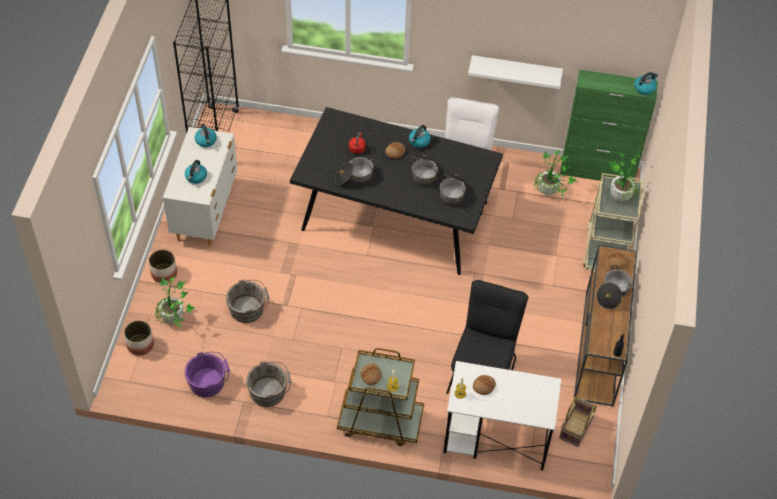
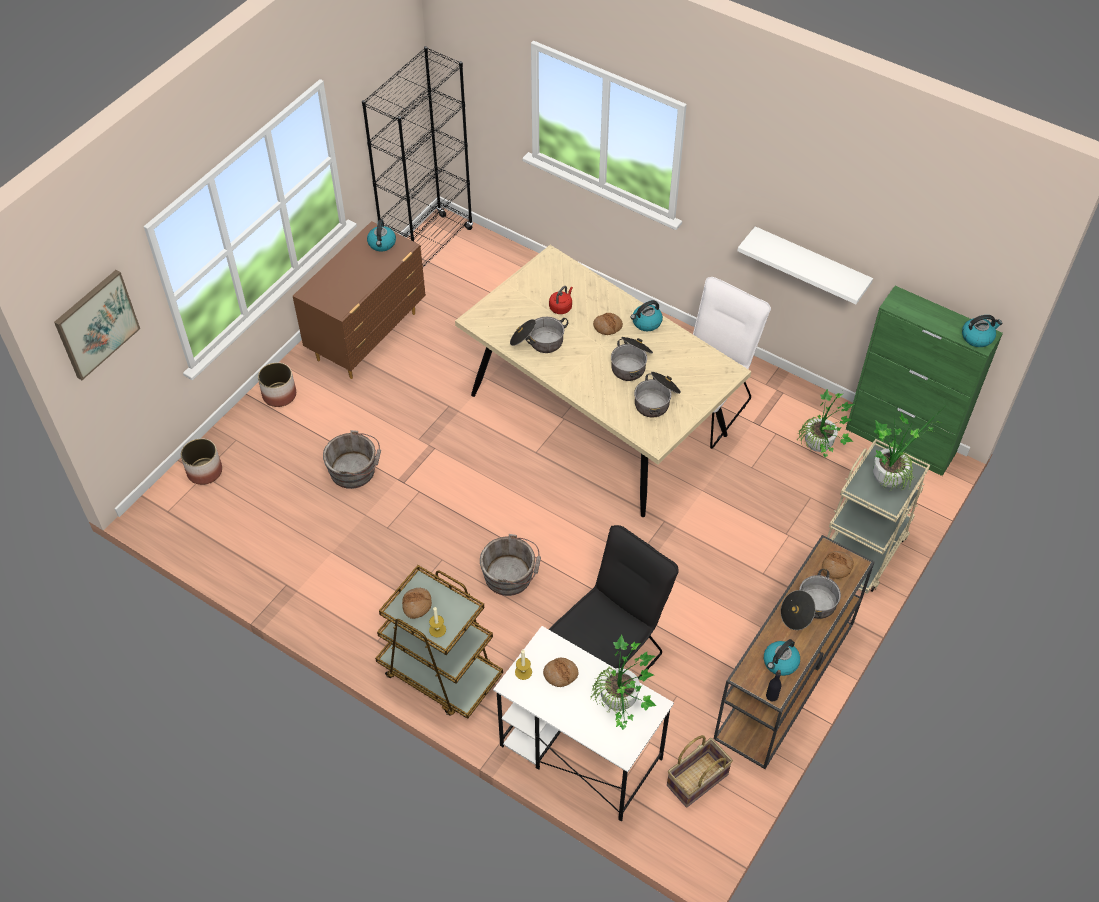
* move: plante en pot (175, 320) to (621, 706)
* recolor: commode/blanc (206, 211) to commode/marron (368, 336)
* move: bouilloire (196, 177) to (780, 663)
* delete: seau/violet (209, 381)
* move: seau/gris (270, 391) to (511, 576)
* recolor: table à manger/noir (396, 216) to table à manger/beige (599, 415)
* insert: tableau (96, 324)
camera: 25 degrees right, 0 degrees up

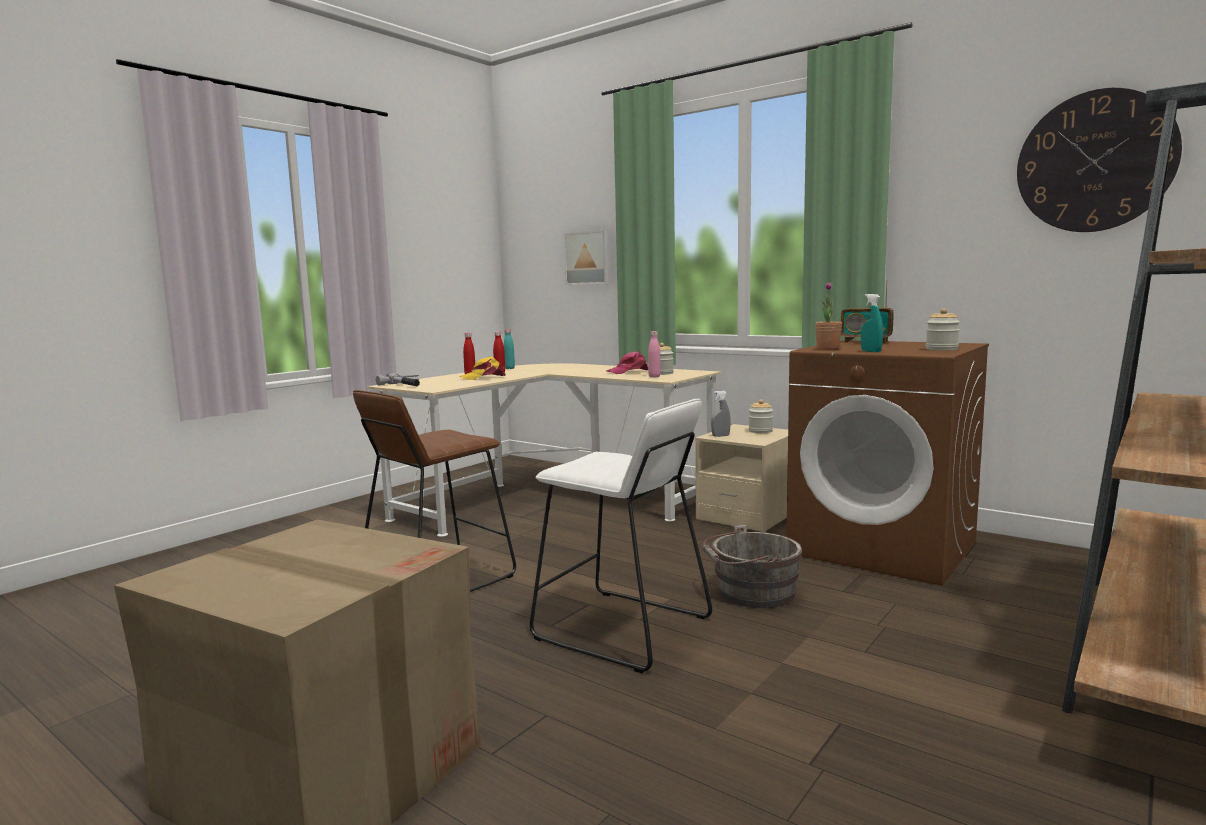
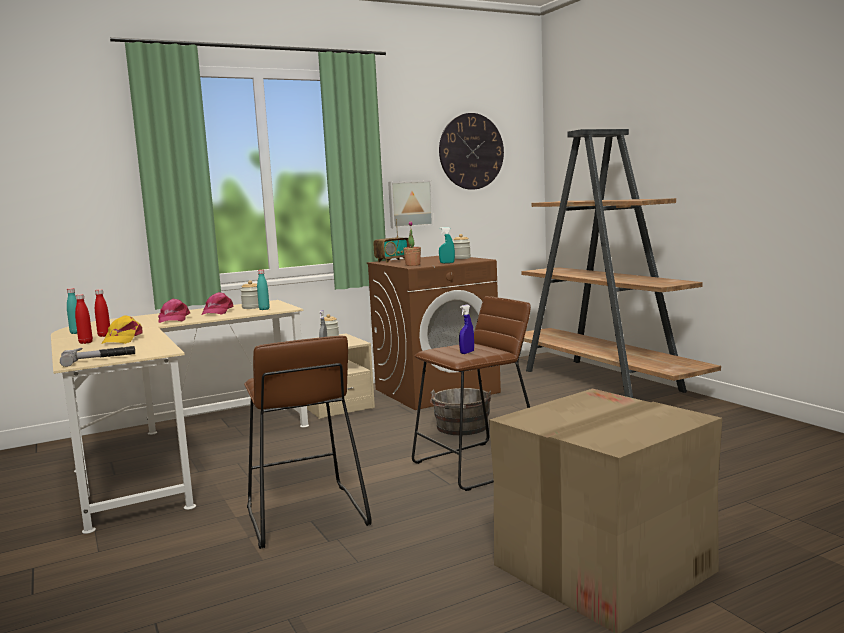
* recolor: tabouret/blanc (621, 629) to tabouret/marron (476, 465)
* move: tableau (588, 258) to (409, 204)
* recolor: bouteille/rose (654, 376) to bouteille/turquoise (264, 309)
* insert: casquette/rose (173, 319)
* insert: vaporisateur/bleu (467, 352)
camera: 65 degrees left, 0 degrees up

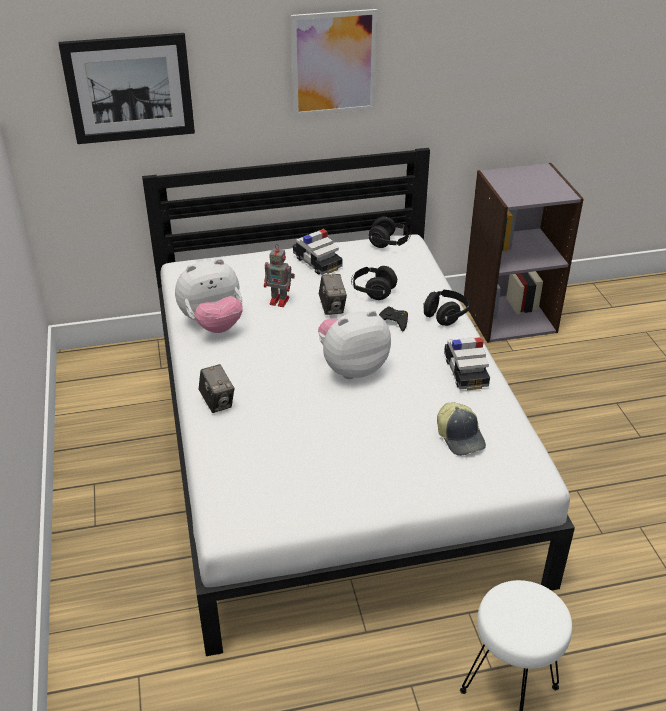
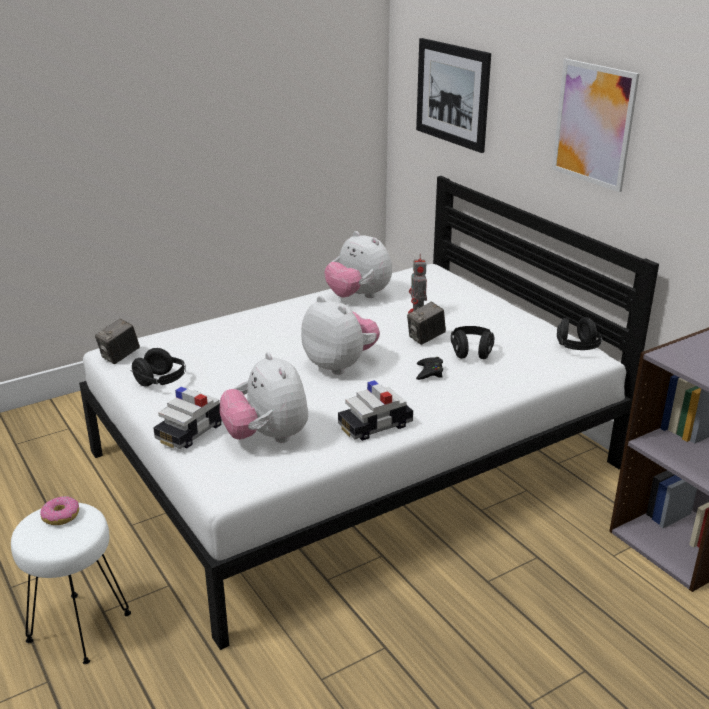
* move: appareil photo (217, 402) to (120, 357)
* move: petite voiture (317, 262) to (191, 431)
* move: casque audio/noir (445, 315) to (161, 382)
* replace: casquette (460, 437) to peluche (267, 437)
* insert: beignet (61, 516)
camera: 70 degrees right, 10 degrees down

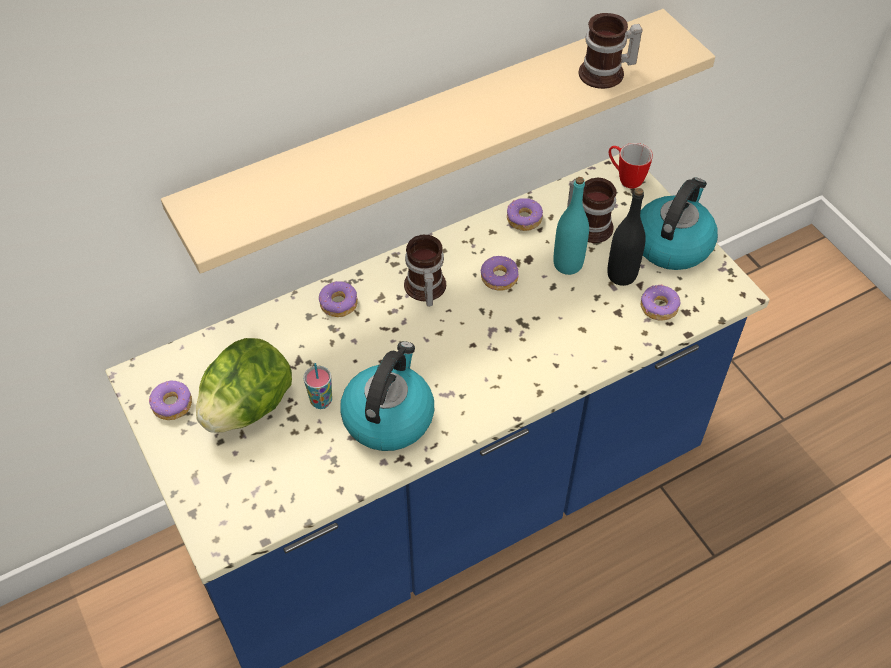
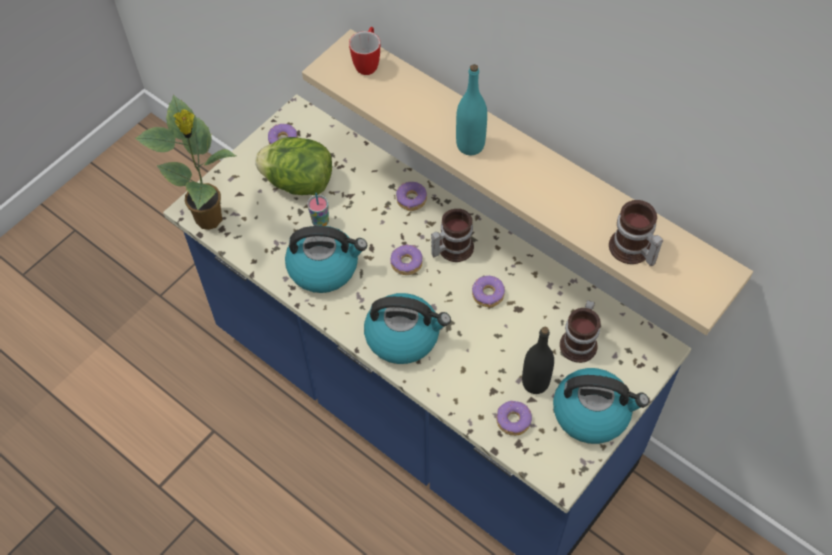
* move: beignet (524, 219) to (406, 263)
* move: bouteille/turquoise (568, 264) to (470, 145)
* move: mug (625, 178) to (368, 63)
* insert: plante en pot (210, 219)
* insert: bouilloire (404, 336)
camera: 70 degrees right, 5 degrees up

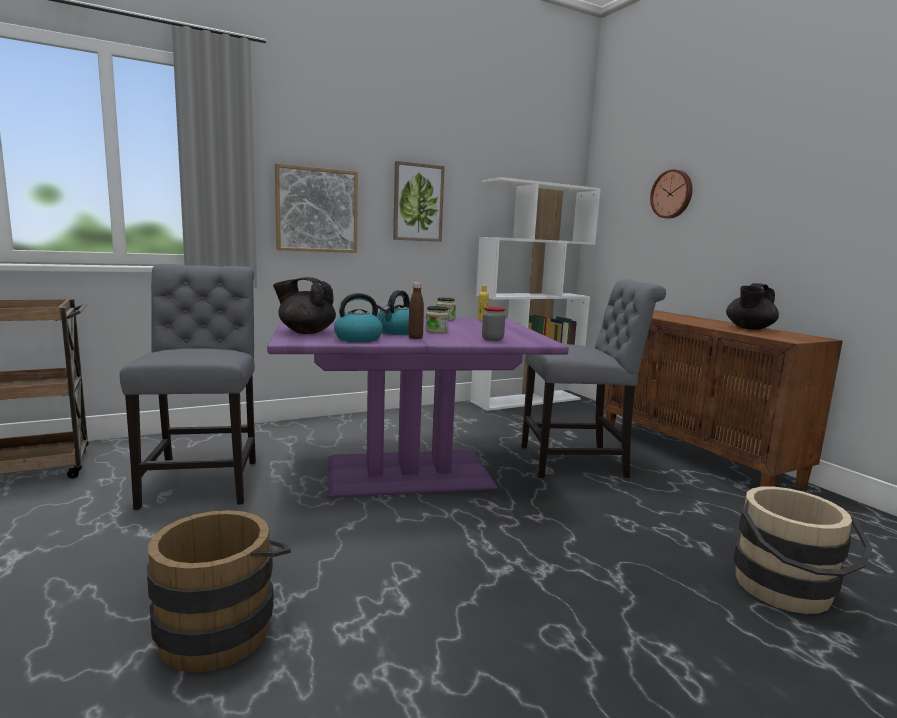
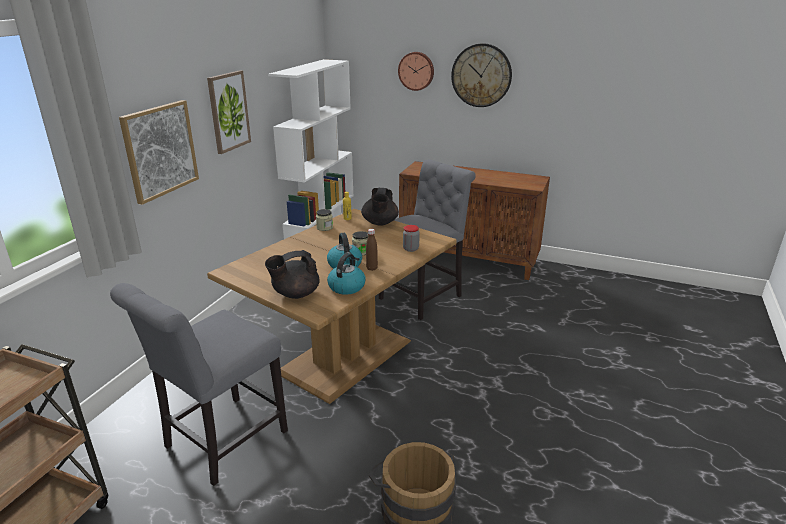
* rotate: chaise/gris (204, 480) = (221, 442) 90 degrees counterclockwise
* recolor: table à manger/violet (407, 472) to table à manger/marron (344, 356)
* move: théière/noir (749, 328) to (380, 223)
* delete: seau/beige (787, 592)
* insert: horloge murale (481, 75)
camera: 40 degrees left, 15 degrees up

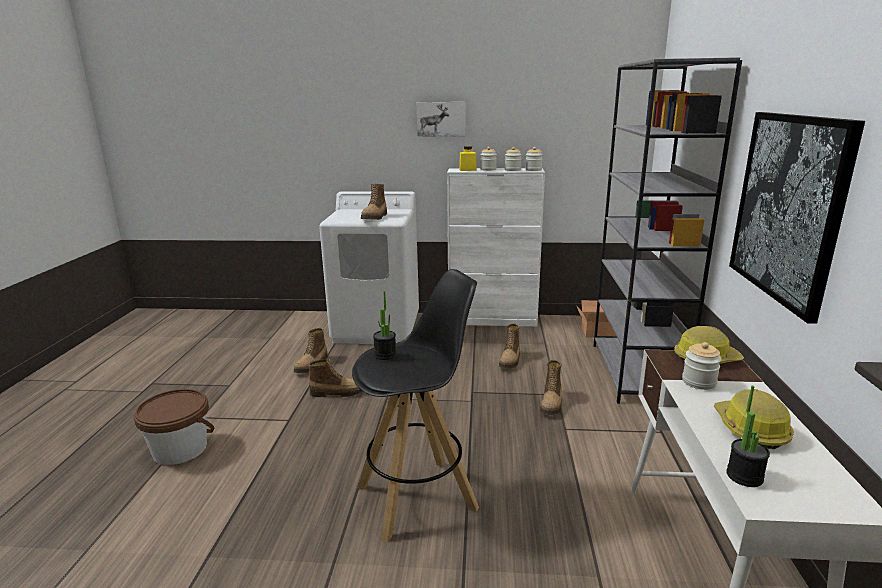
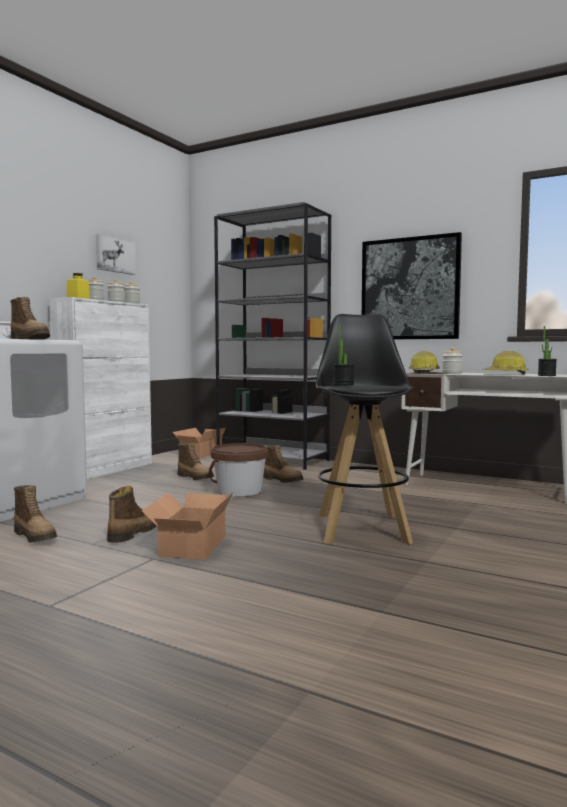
* move: seau/marron (180, 449) to (239, 491)
* move: tableau (441, 119) to (114, 255)
* insert: carton (189, 546)
camera: 65 degrees left, 15 degrees down

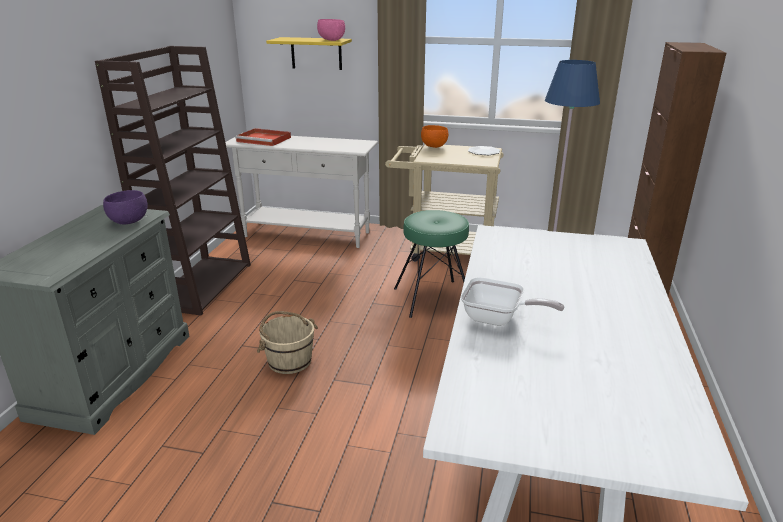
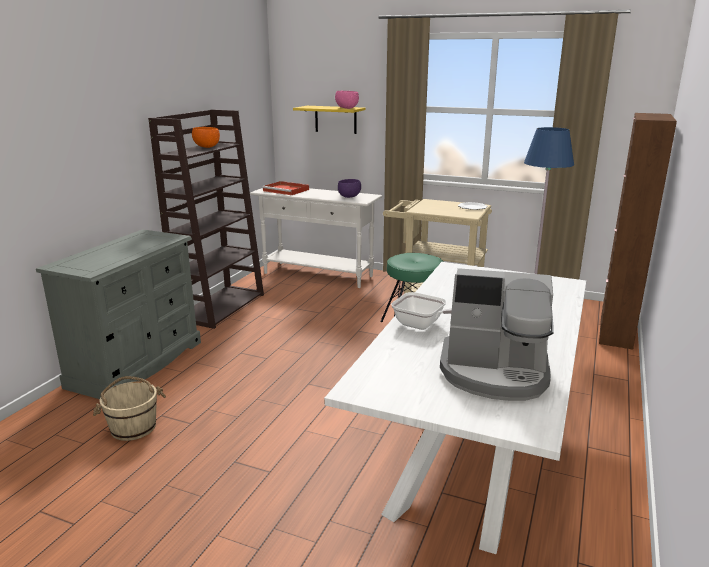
* move: bol/violet (129, 221) to (349, 197)
* move: seau/beige (289, 360) to (133, 427)
* move: bol/orange (434, 146) to (207, 147)
* insert: machine à café (494, 372)
camera: 10 degrees right, 5 degrees down

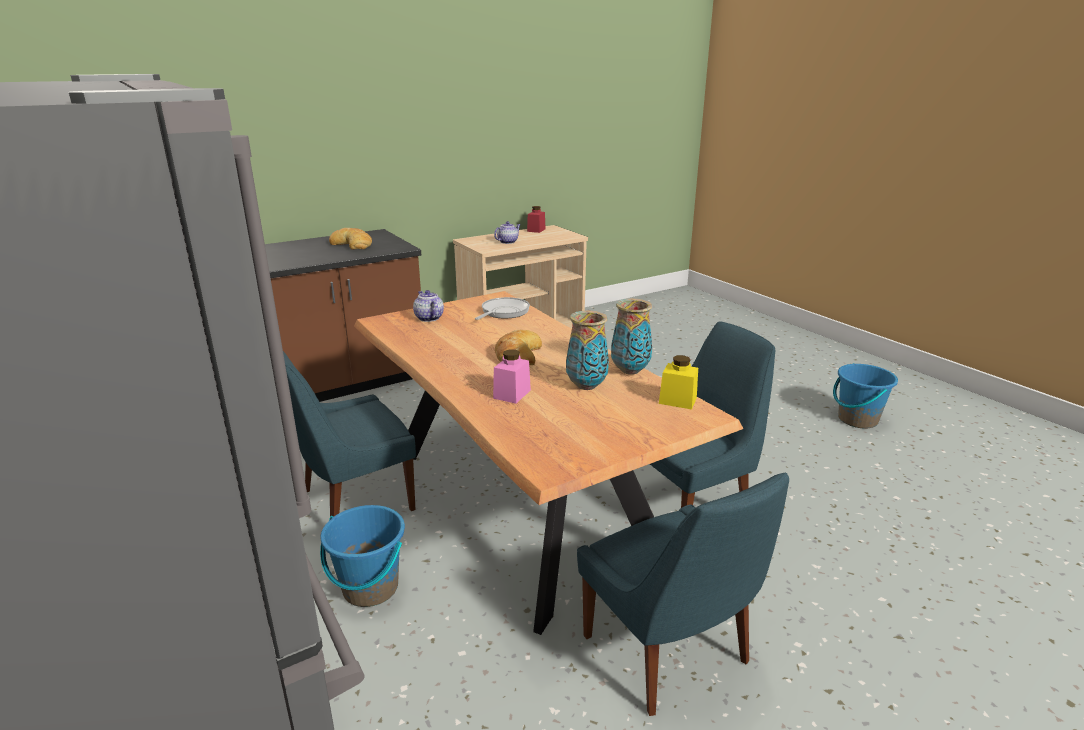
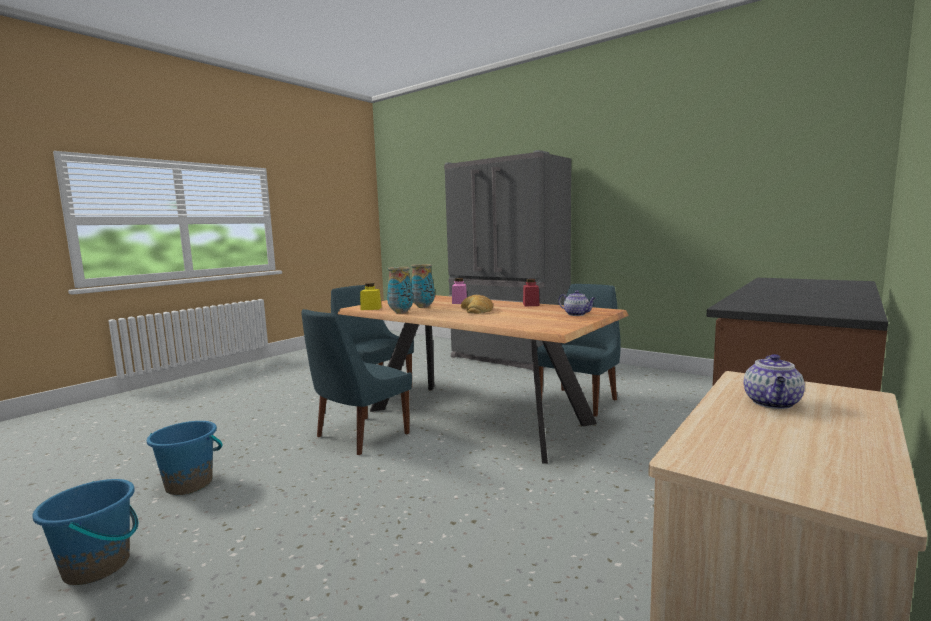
* move: seau/bleu (370, 588) to (189, 484)
* delete: pain (352, 244)
* delete: poêle (503, 312)
* move: bocal/rouge (536, 230) to (531, 304)
camera: 160 degrees right, 15 degrees down

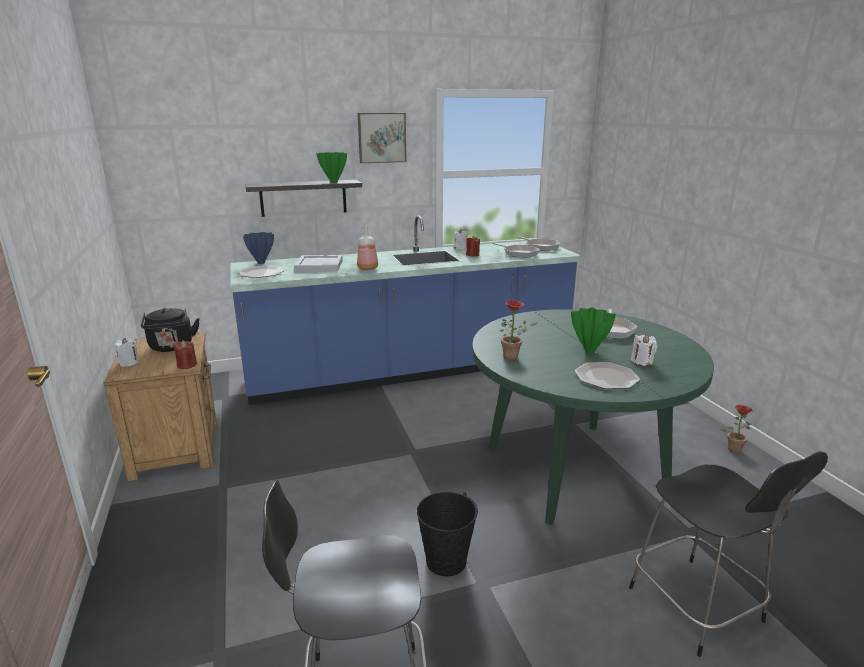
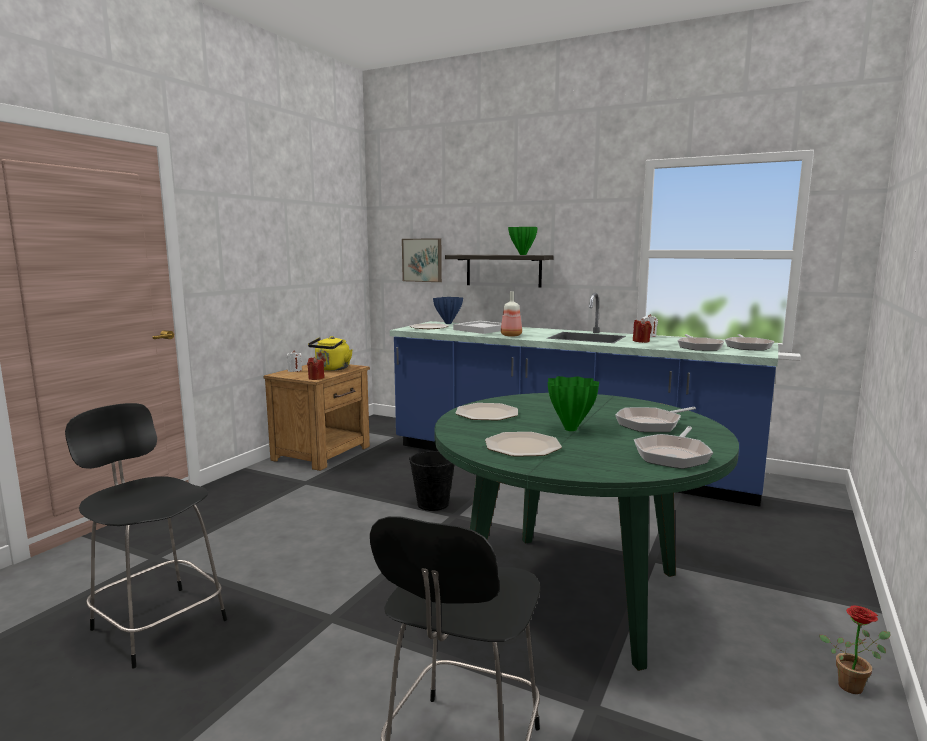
* recolor: bouilloire/noir (172, 347) to bouilloire/jaune (331, 369)
* move: tableau (381, 137) to (422, 260)
* move: seau/noir (445, 560) to (432, 504)
* replace: plante en pot (514, 356) to assiette (487, 414)
* delete: bougie/blanc (642, 361)
* insert: poêle (673, 455)
camera: 45 degrees right, 10 degrees down

